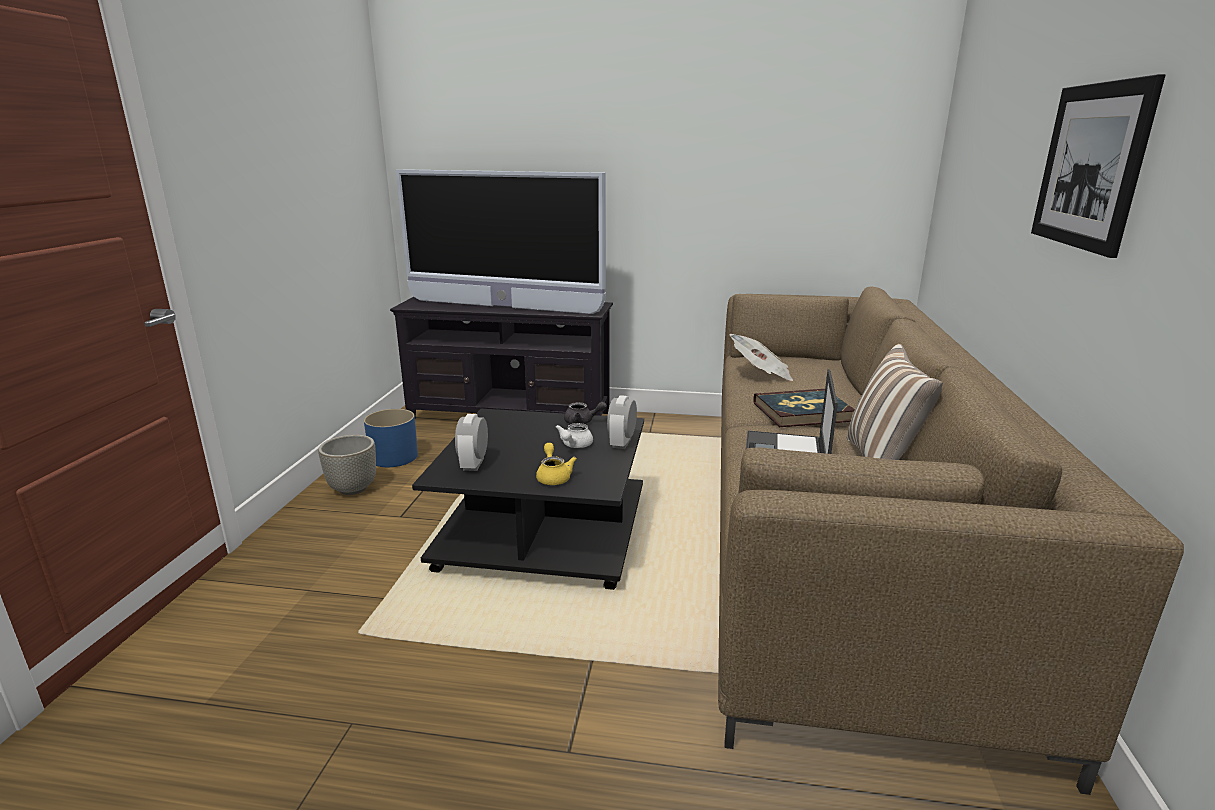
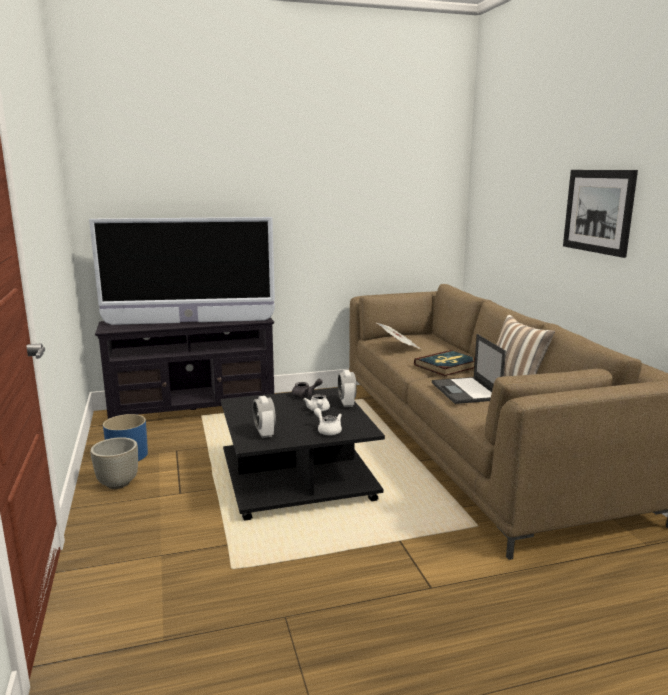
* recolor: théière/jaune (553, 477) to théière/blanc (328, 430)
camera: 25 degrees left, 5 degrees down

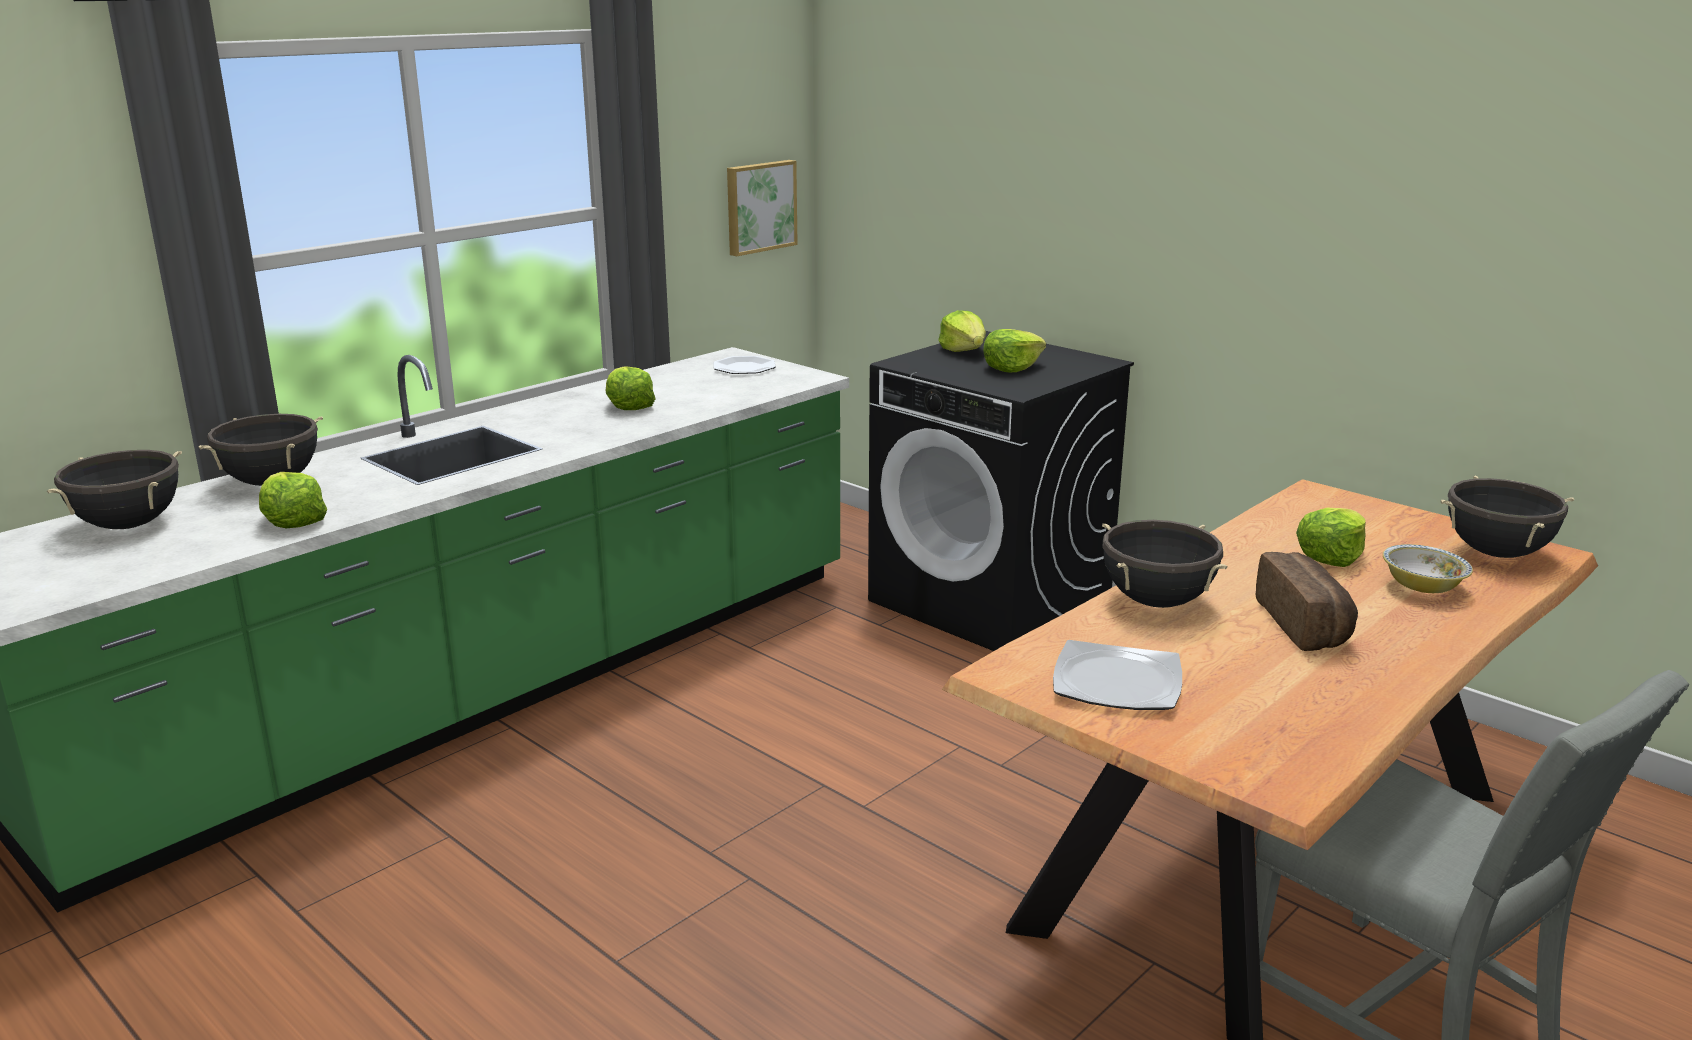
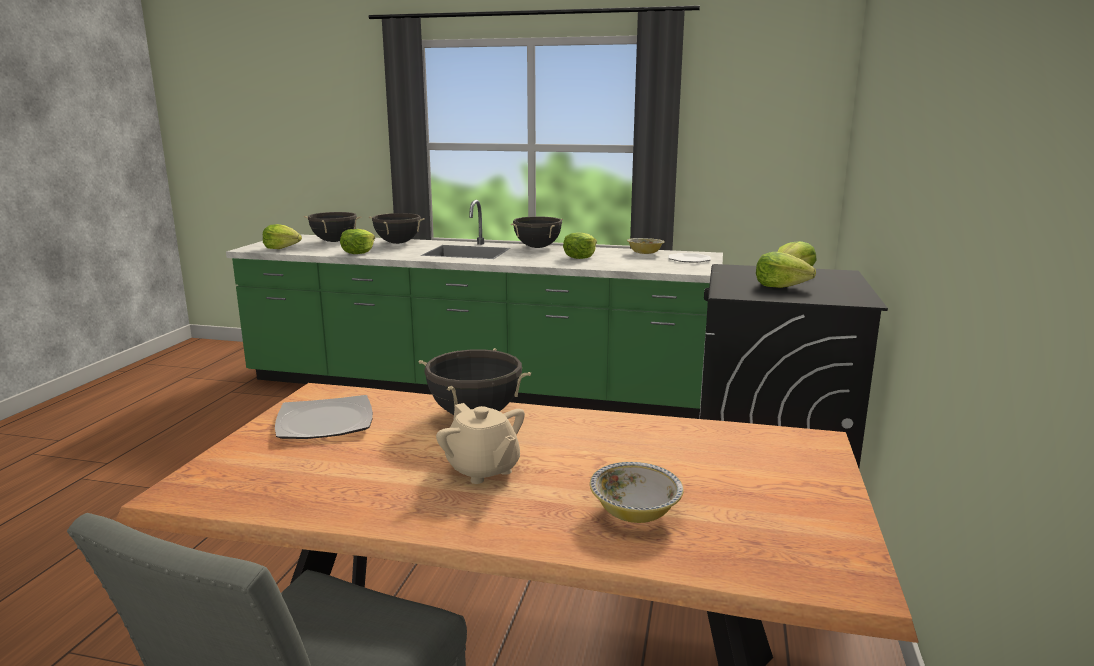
* delete: tableau (759, 206)
* replace: pain (1306, 625) to théière/beige (483, 470)
* move: laitue (1330, 557) to (282, 248)
* move: marmite/noir (1496, 553) to (537, 247)
* insert: bol (645, 253)
camera: 60 degrees right, 5 degrees down

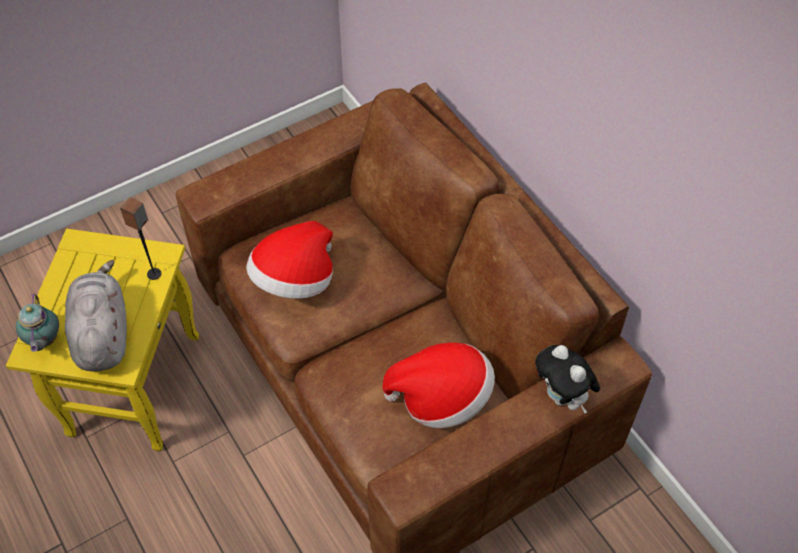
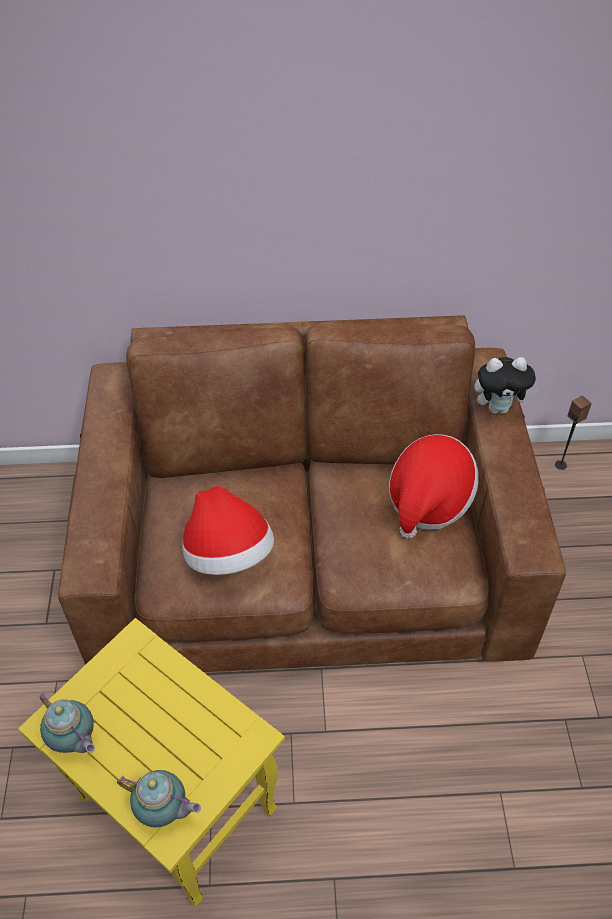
* delete: peluche/gris (102, 334)
* move: enceinte (154, 274) to (561, 465)
* insert: théière (74, 741)
camera: 60 degrees left, 5 degrees down

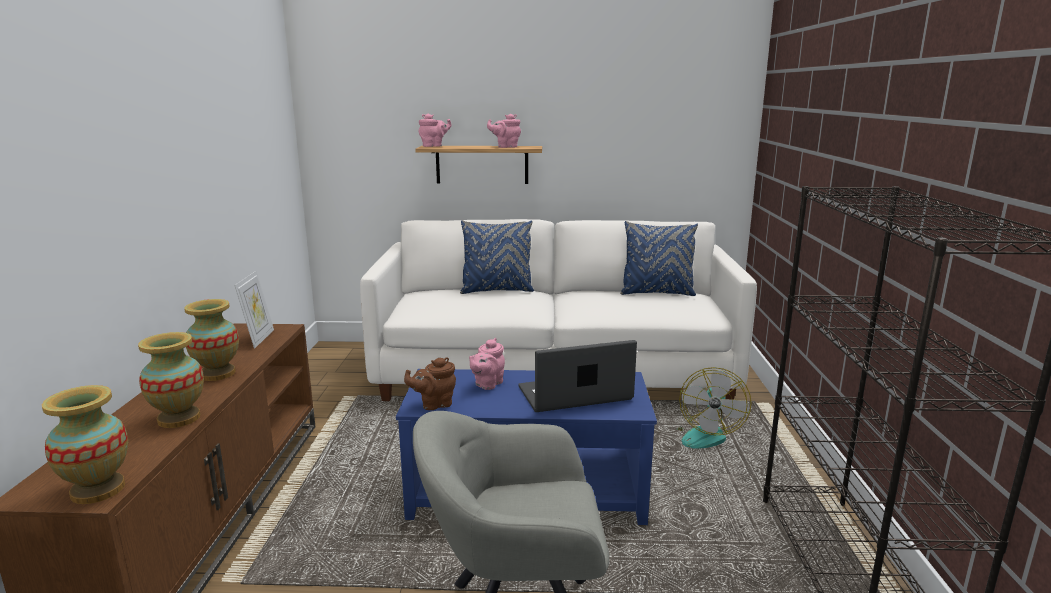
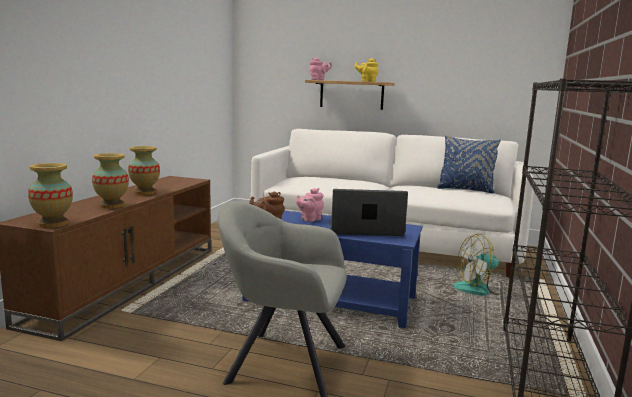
* delete: cadre photo (259, 338)
* delete: coussin/bleu (497, 290)
* recolor: théière/rose (505, 147) to théière/jaune (367, 81)
* rotate: ventilateur (704, 434) = (479, 289) 45 degrees clockwise
camera: 15 degrees right, 5 degrees down

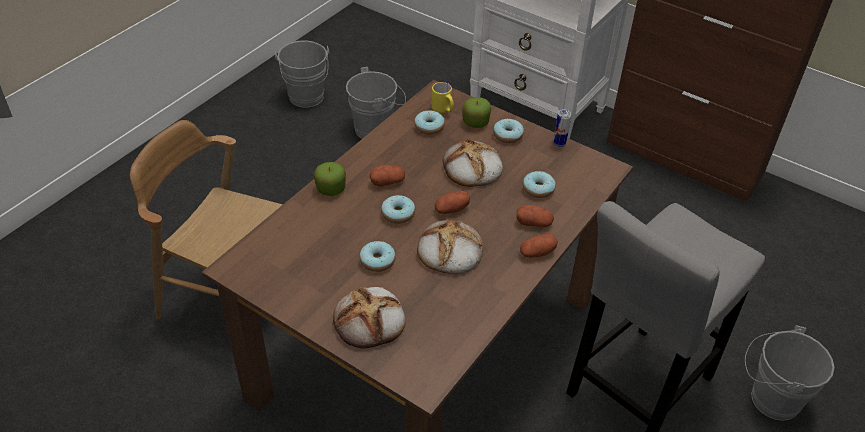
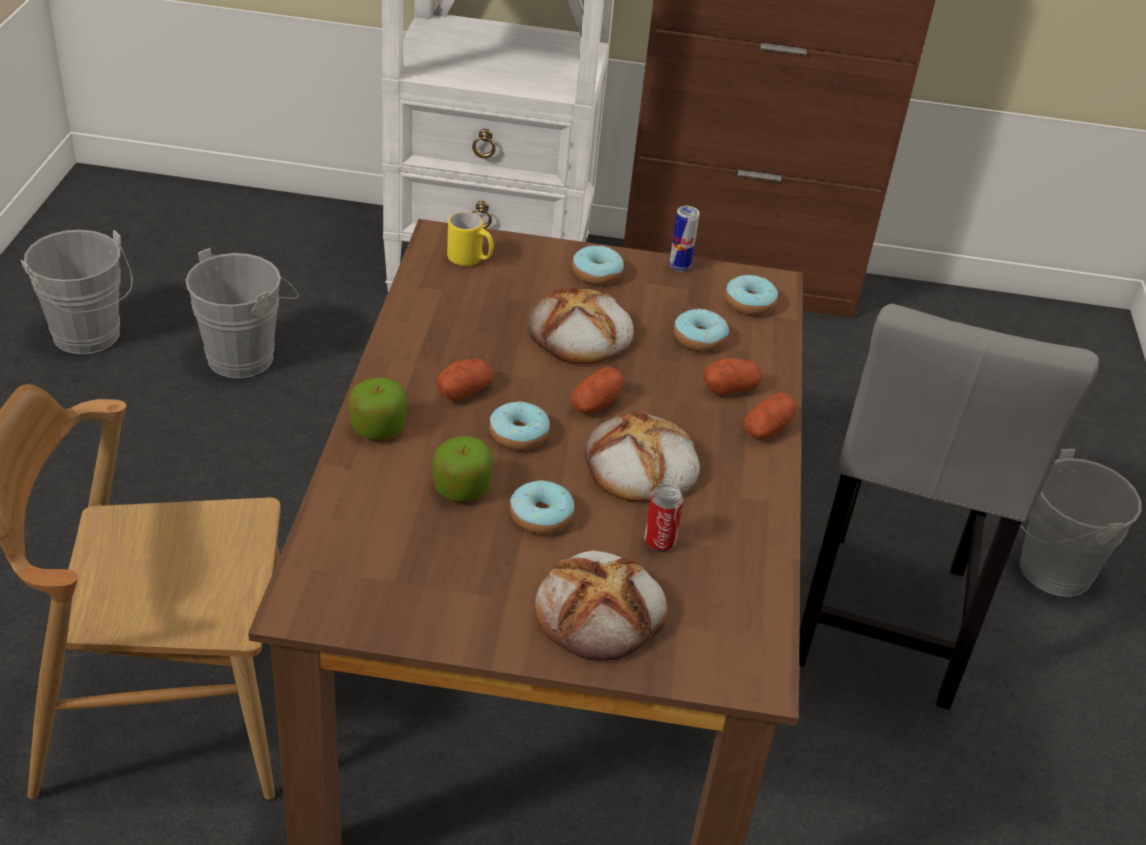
* move: beignet (429, 127) to (749, 303)
* move: pomme (475, 122) to (461, 488)
* insert: boîte métallique (659, 542)
camera: 30 degrees left, 5 degrees down

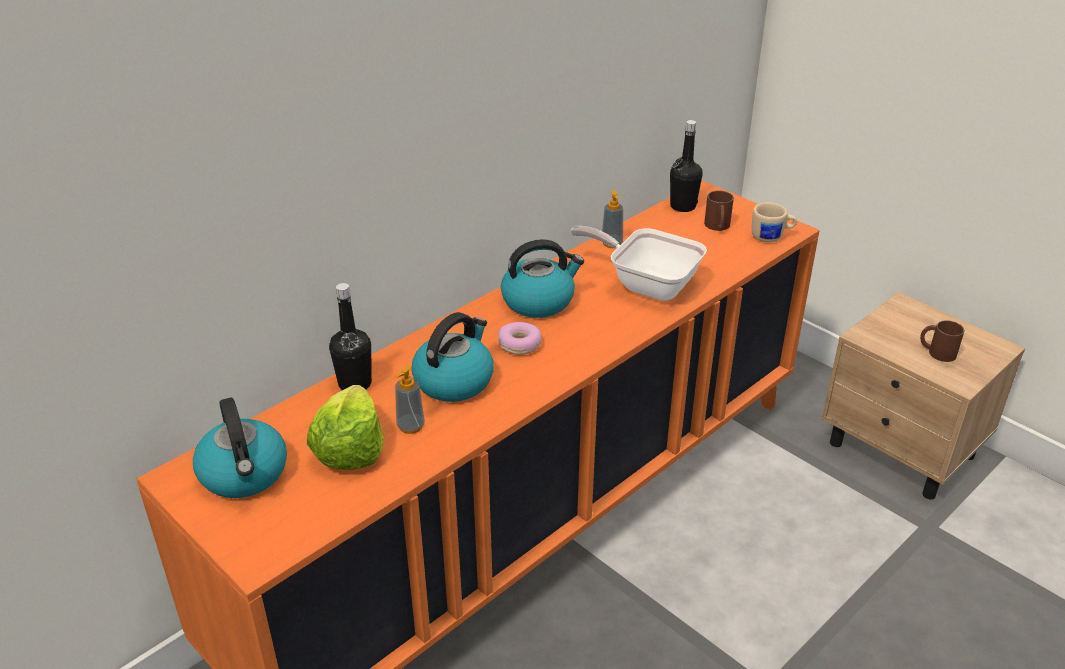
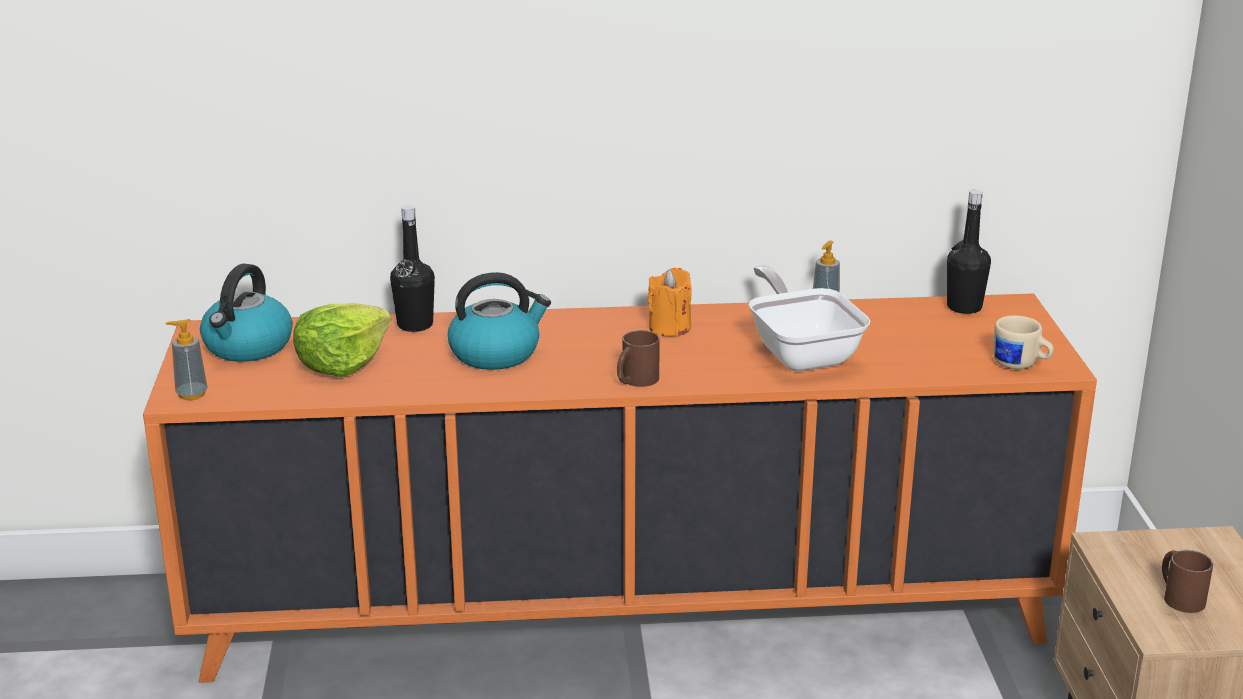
* move: distributeur de savon (410, 426) to (191, 394)
* delete: beignet (520, 345)
* replace: bouilloire (539, 301) to bougie/orange (670, 328)
* move: mug/marron (717, 227) to (635, 381)
camera: 40 degrees right, 10 degrees down

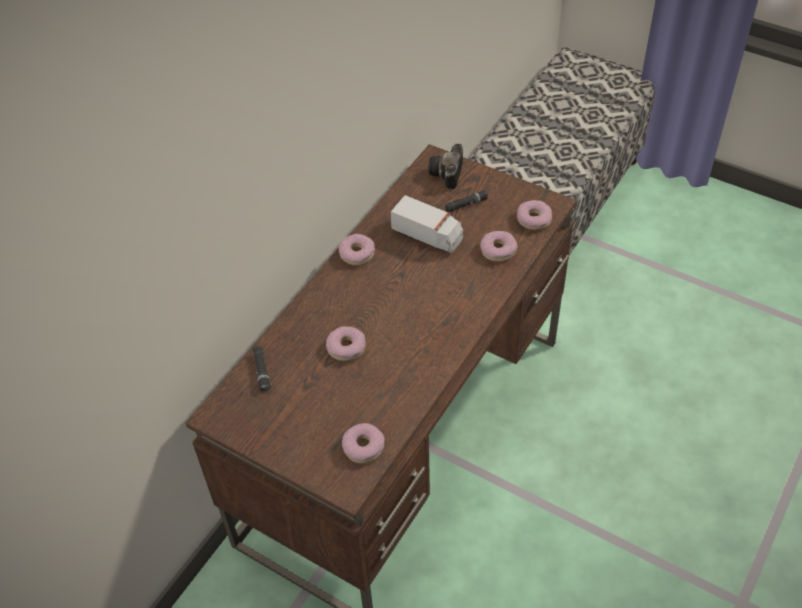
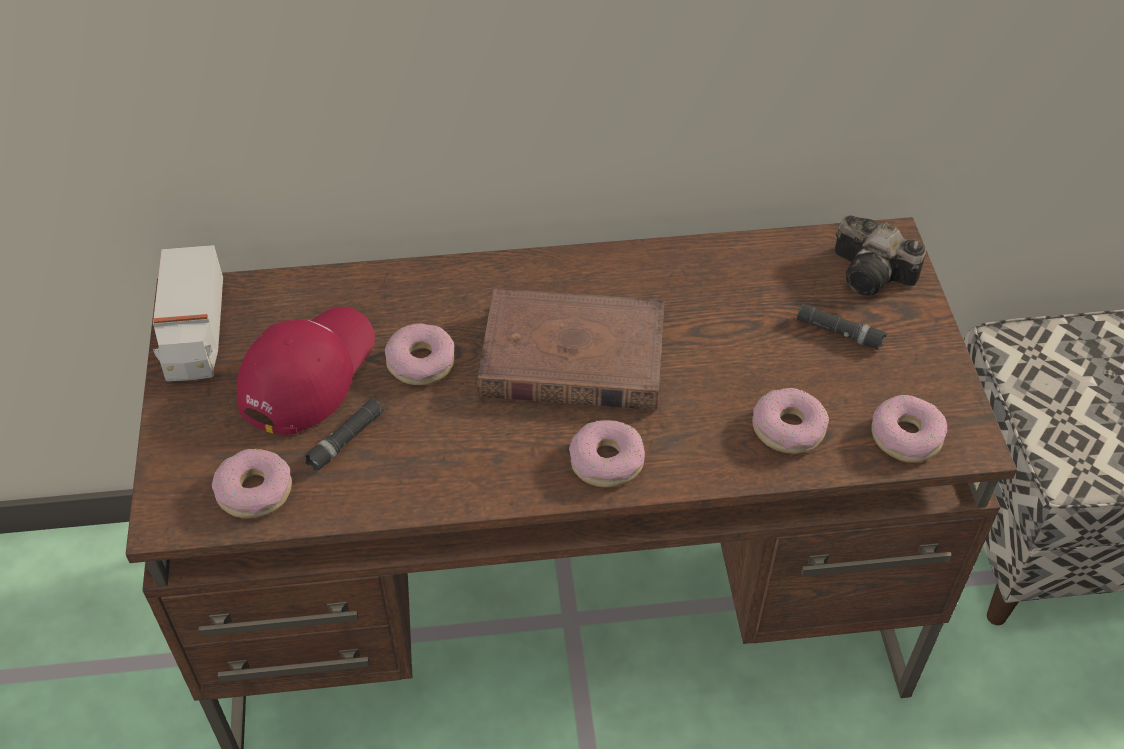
* move: lampe de poche/noir (262, 371) to (345, 440)
* move: beignet (357, 254) to (606, 461)
* move: camion jouet (428, 236) to (195, 334)
* rotate: appareil photo (447, 175) = (874, 275) 120 degrees counterclockwise
* insert: casquette/rouge (307, 373)
* insert: livre/marron (571, 358)
camera: 50 degrees right, 0 degrees up

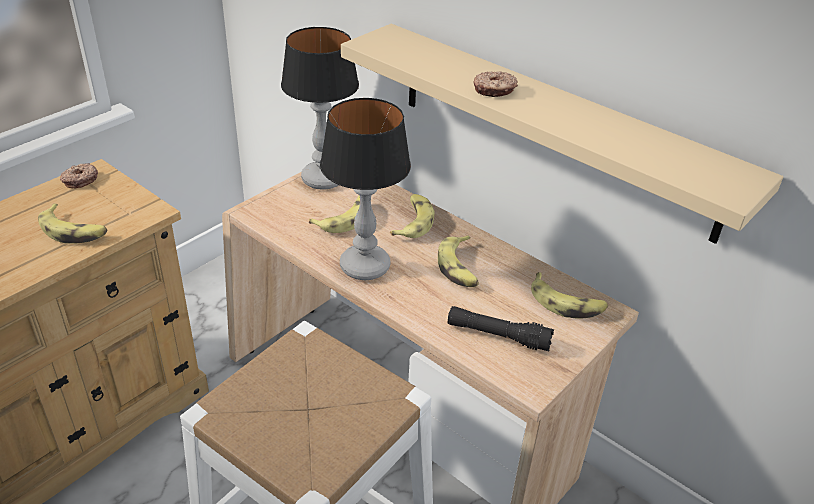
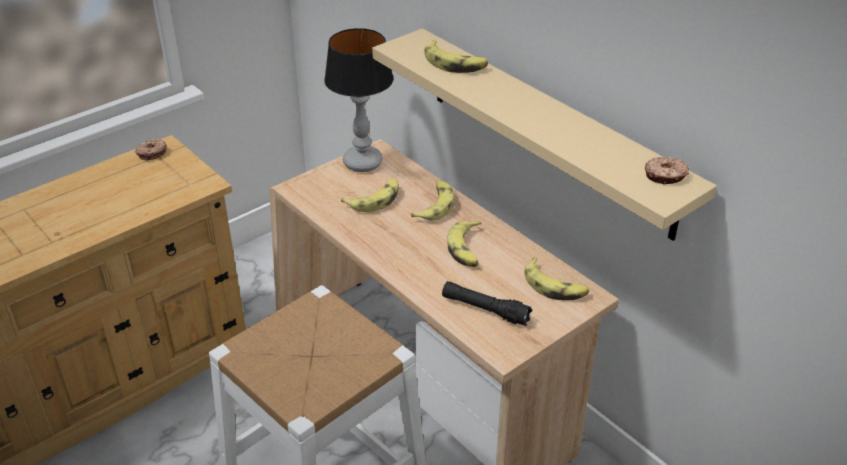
* move: banane (73, 231) to (455, 64)
* delete: lampe de table (366, 267)
* move: beignet (494, 90) to (665, 176)
camera: 10 degrees right, 0 degrees up

